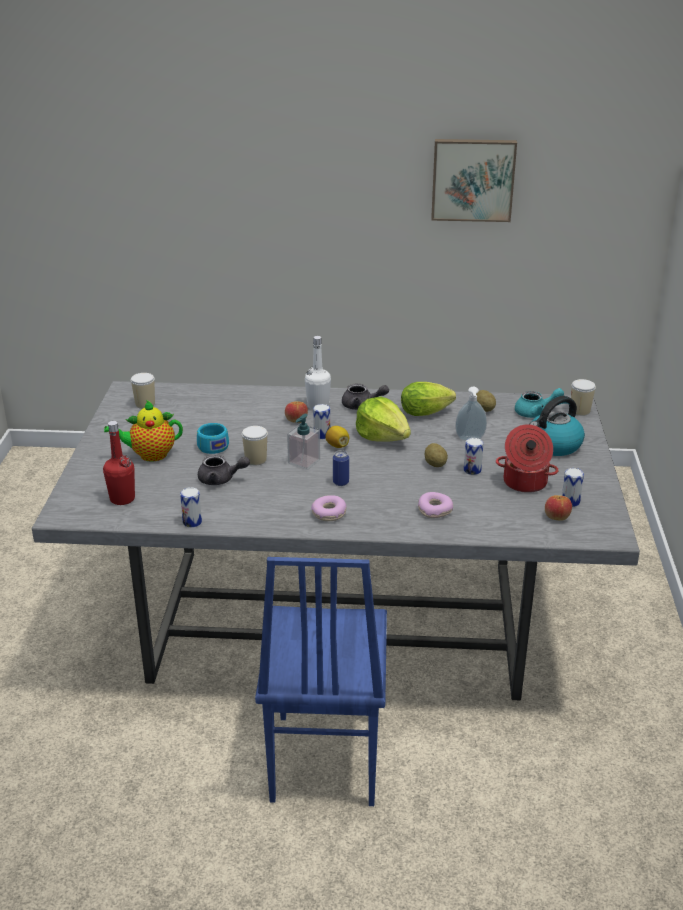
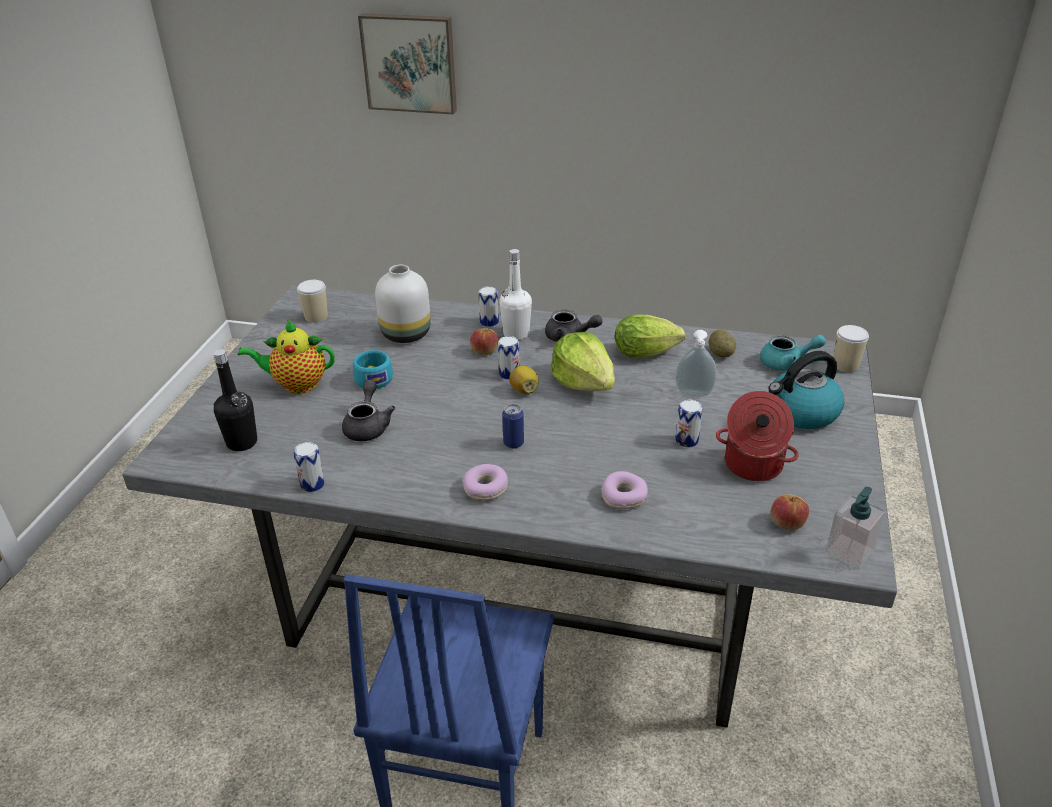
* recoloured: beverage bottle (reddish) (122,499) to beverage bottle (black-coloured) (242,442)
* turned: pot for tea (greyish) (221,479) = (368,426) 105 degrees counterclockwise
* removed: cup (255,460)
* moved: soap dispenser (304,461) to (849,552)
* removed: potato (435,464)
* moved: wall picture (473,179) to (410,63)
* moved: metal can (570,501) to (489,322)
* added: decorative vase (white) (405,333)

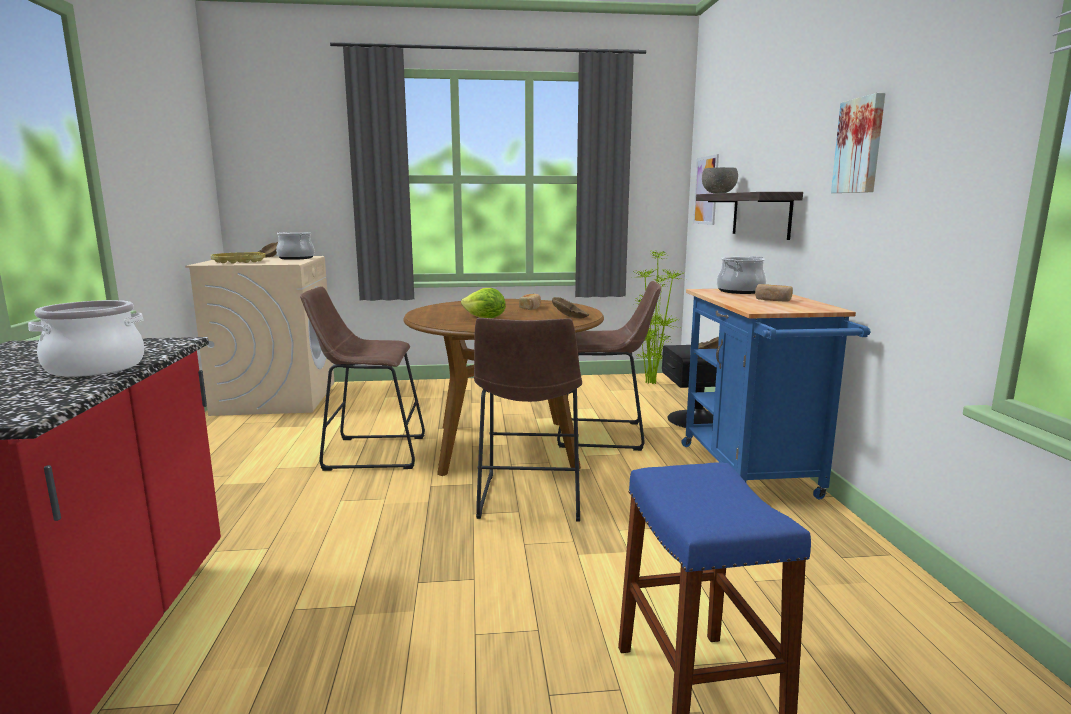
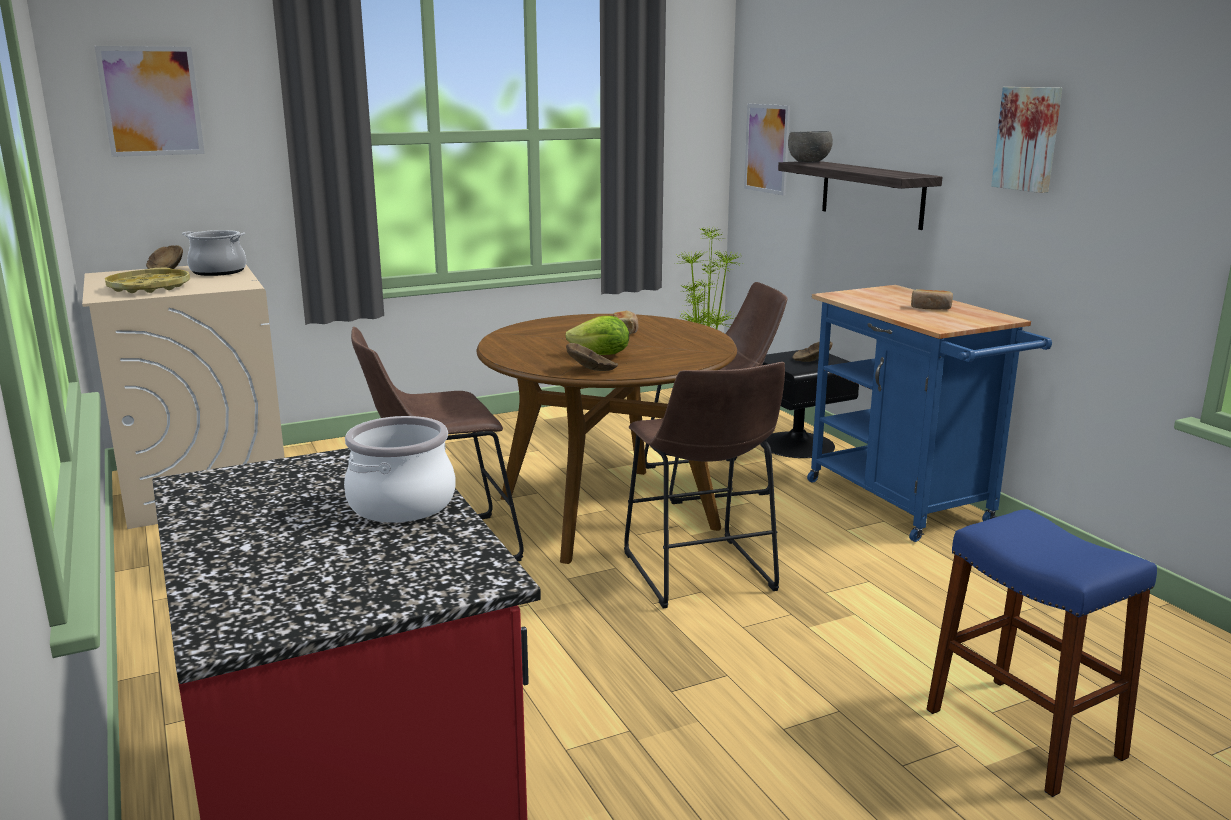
* moved: deep dish (brown-coloured) (571,317) to (593,370)
* removed: saucepot (740,291)
* added: wall picture (151,101)

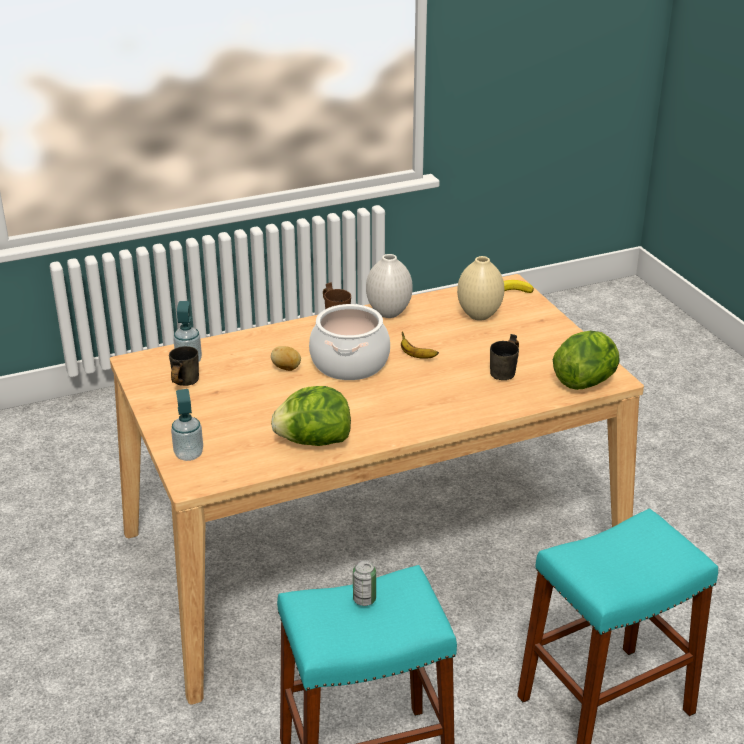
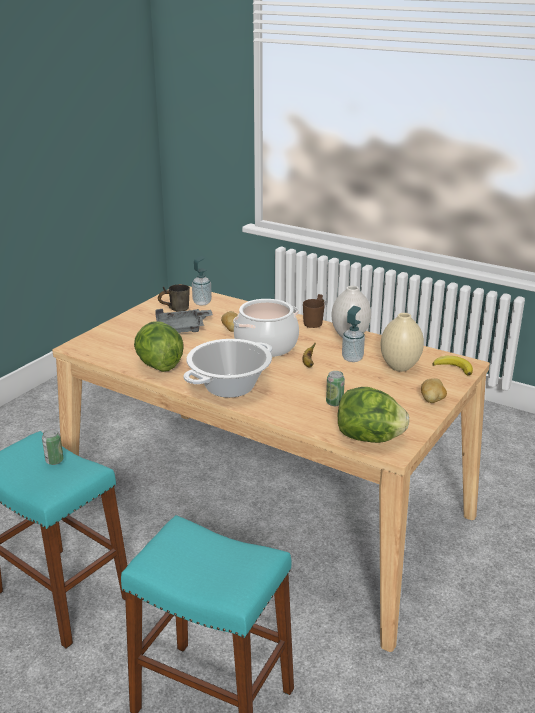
* moved: soap dispenser (189,454) to (352,358)
* replaced: mug (greyish) (507,373) to metal can (334,403)
* added: serving tray (greyish) (182,329)
* added: saucepot (230,387)
* added: potato (432,400)

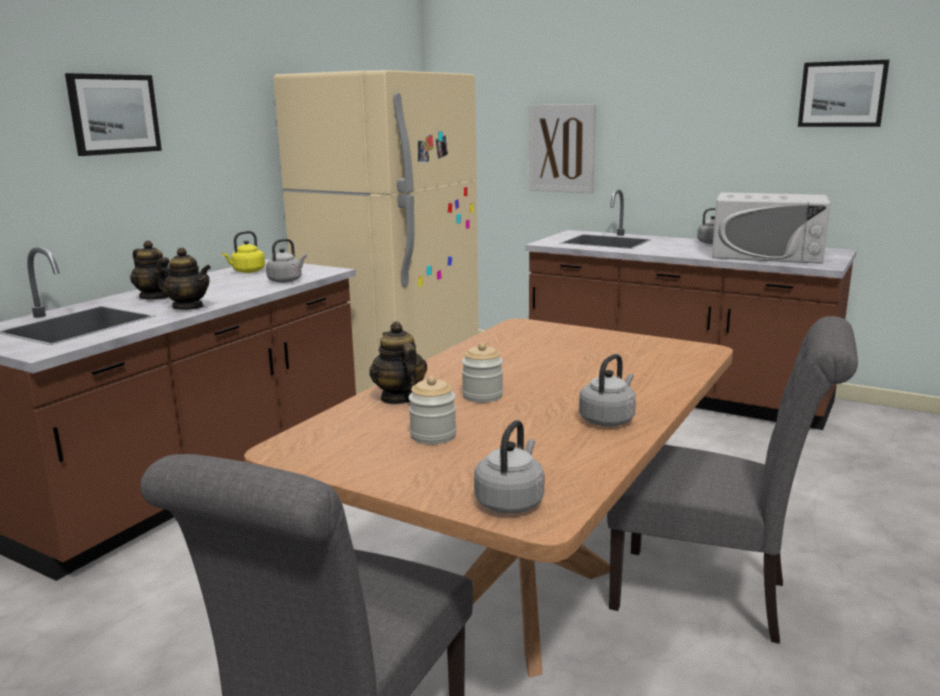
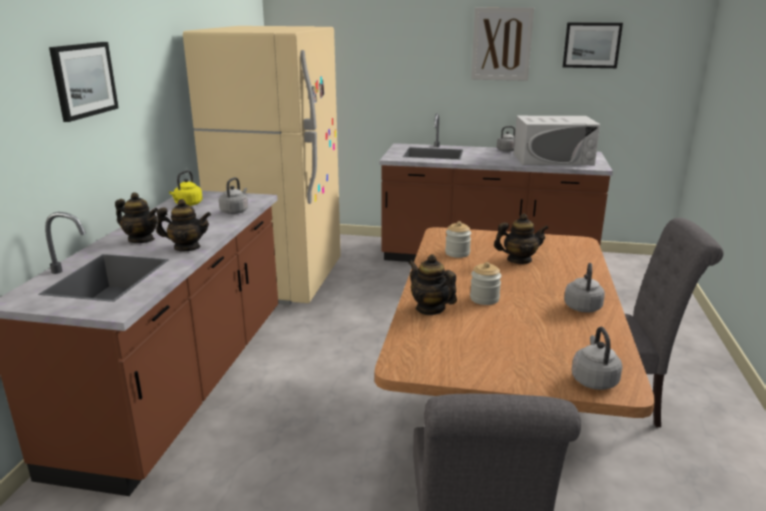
* moved: storage jar (433,435) to (457,253)
* moved: wall picture (561,148) to (501,44)
* added: pot for tea (519,260)

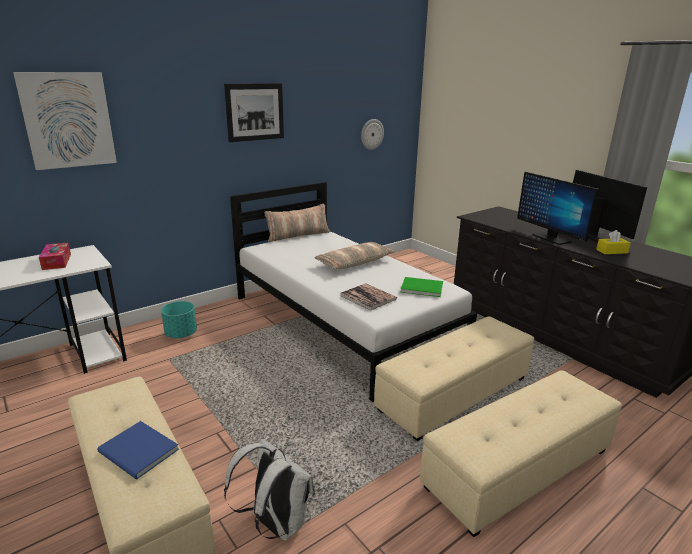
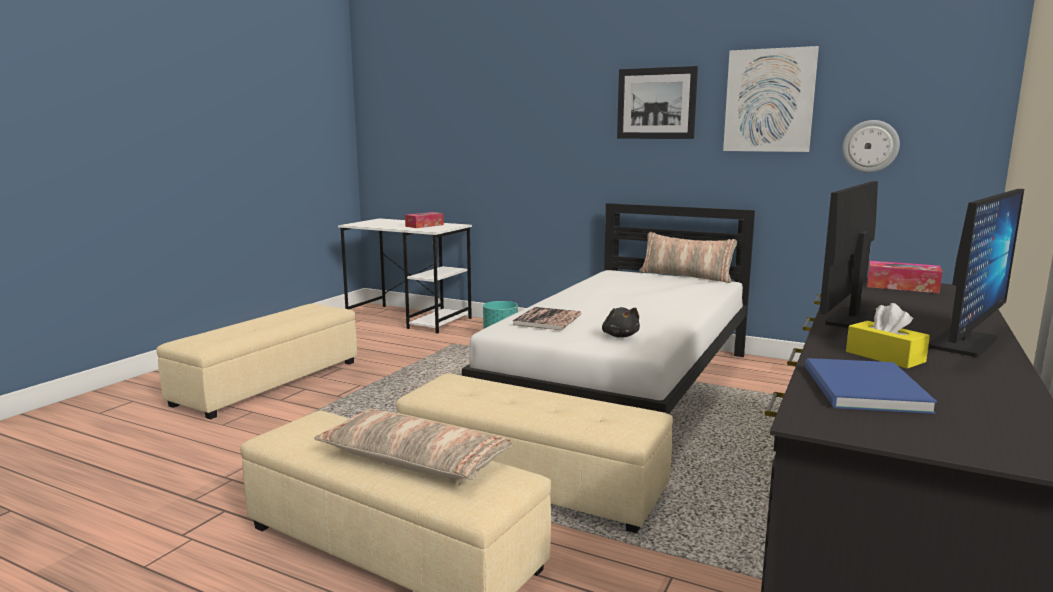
* moved: wall picture (68,120) to (769,100)
* moved: volume (blue) (138,452) to (861,390)
* removed: rucksack (white) (275,524)
* moved: cushion (354,263) to (414,460)
* replaced: volume (green-coloured) (420,287) to soft toy (black-coloured) (620,336)
* added: tissue holder (902,286)

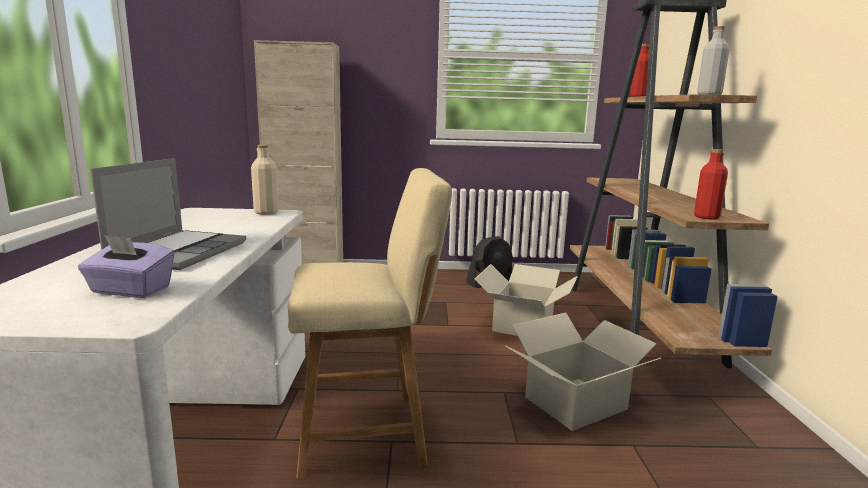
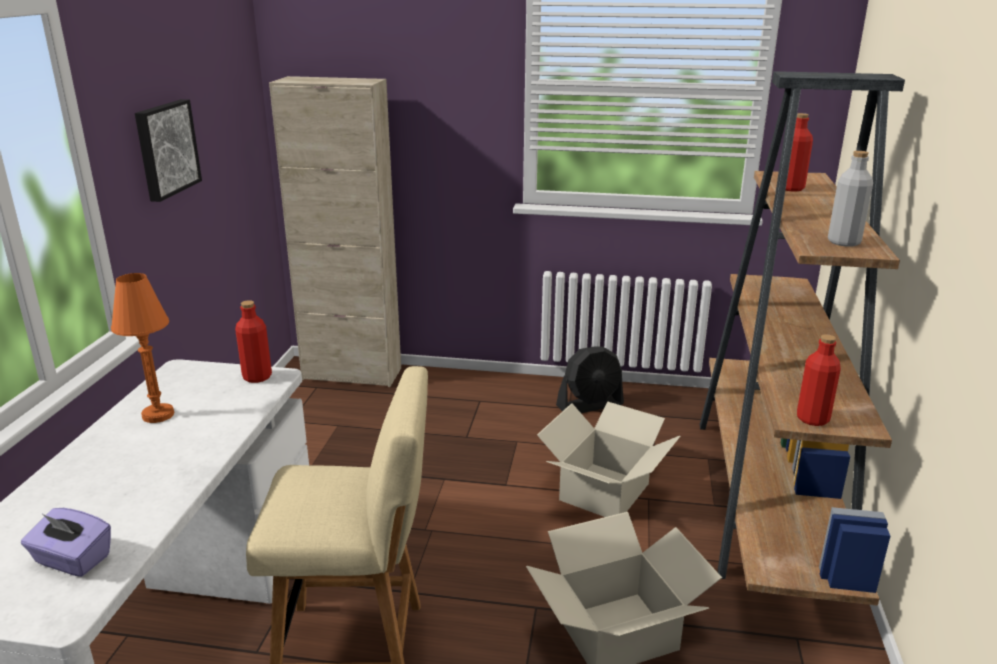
* removed: portable computer (179,251)
* recoloured: beverage bottle (beige-coloured) (266,212) to beverage bottle (reddish) (257,377)
* added: table lamp (orange) (158,415)
* added: wall picture (165,149)

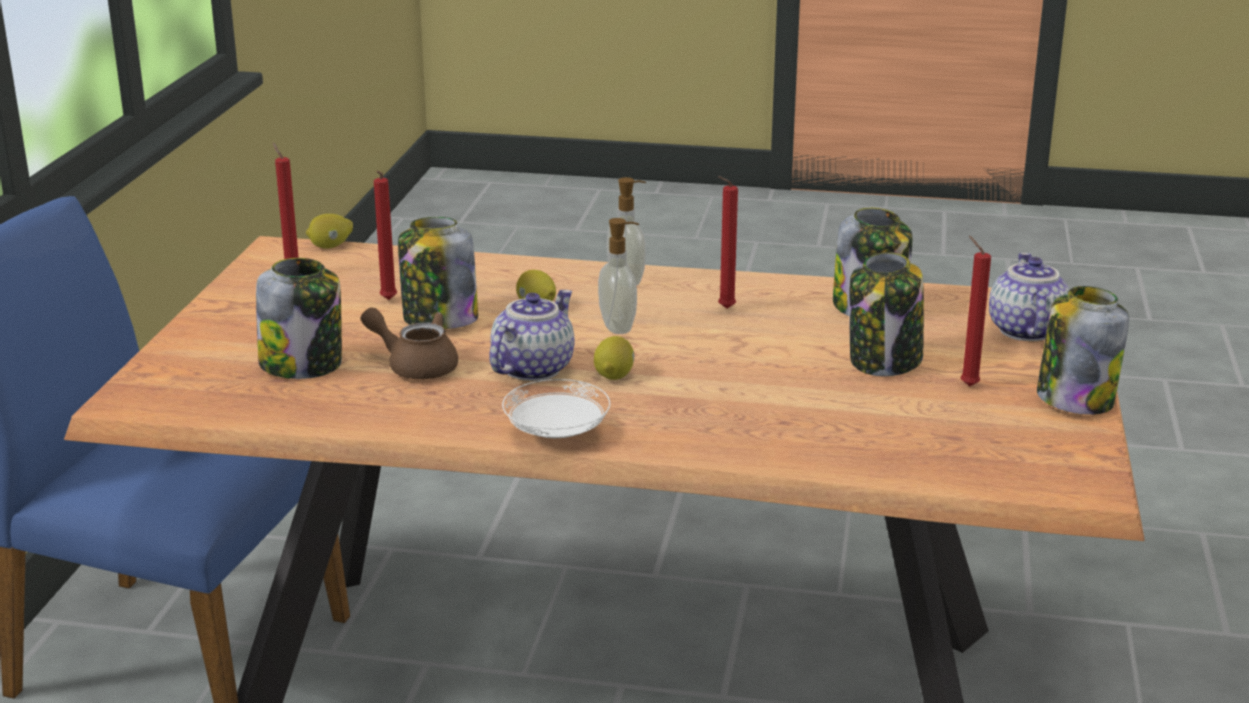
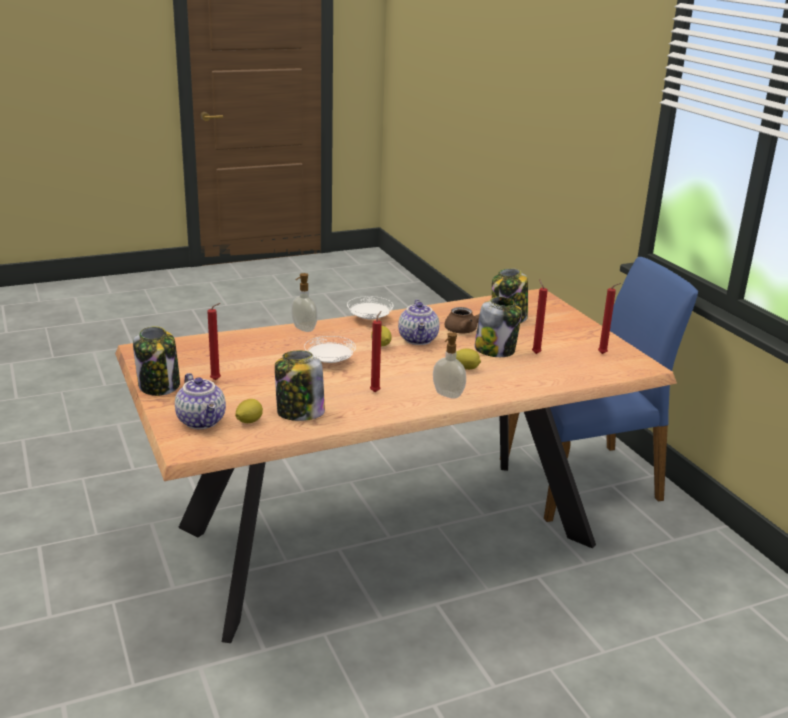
* moved: whole lemon (330,246) to (249,422)
* moved: soap dispenser (619,327) to (303,329)
* removed: storage jar (885,361)
* added: flat dish (white) (330,362)

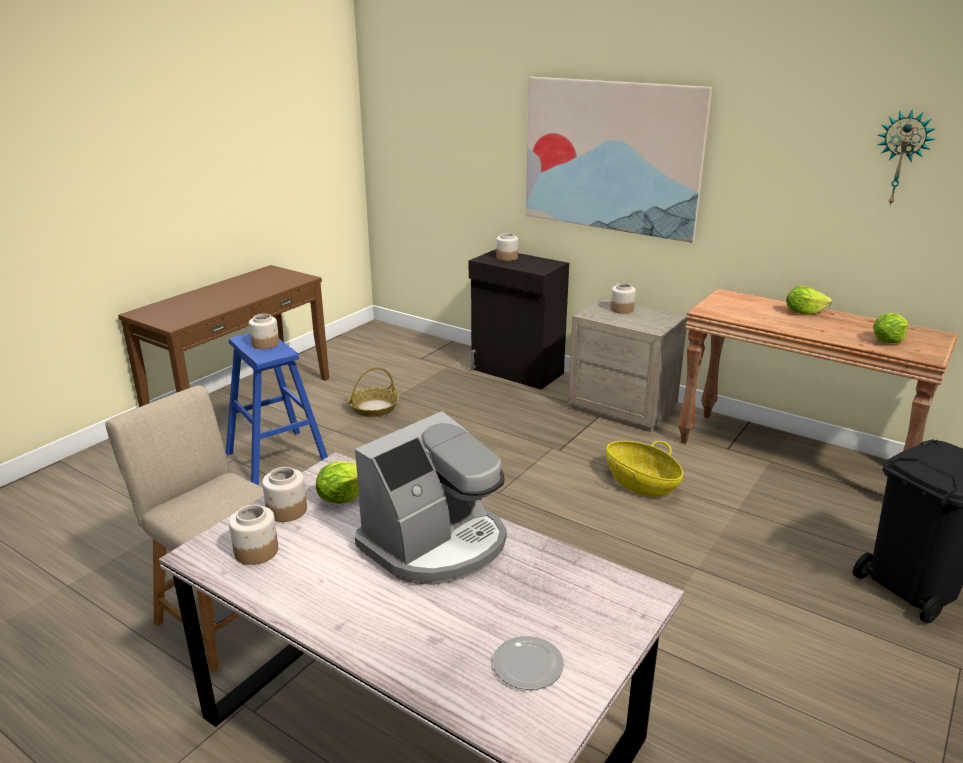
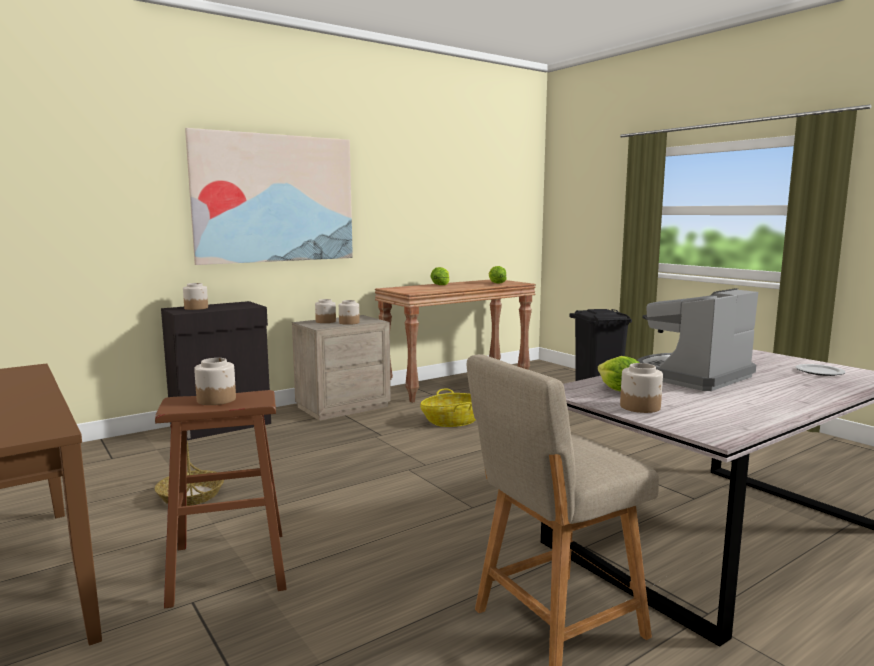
* recoloured: stool (blue) (277,457) to stool (brown-coloured) (229,567)
* moved: storage jar (256,551) to (349,323)
* turned: coffee maker (436,543) = (692,376) 105 degrees counterclockwise
* removed: clock on the wall (901,158)

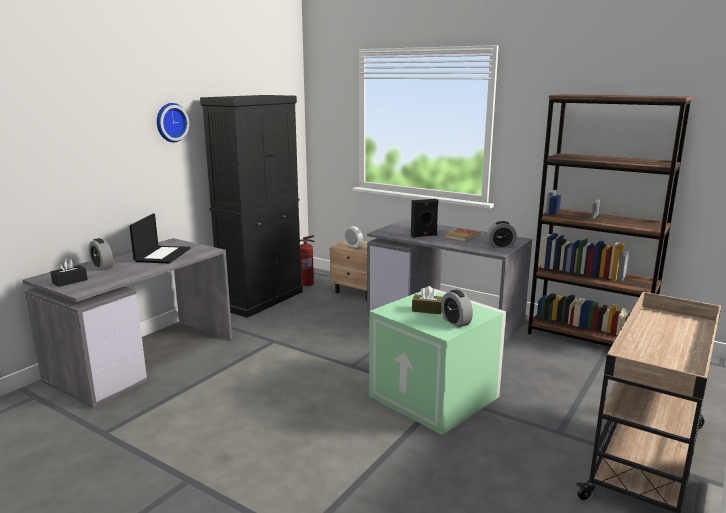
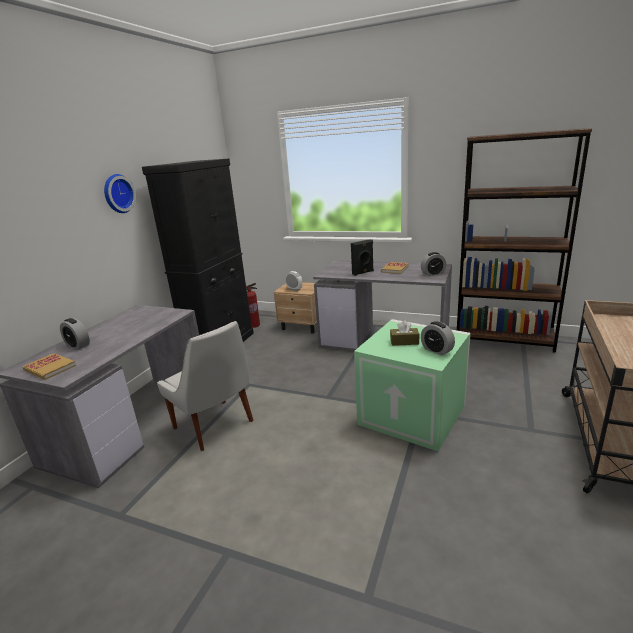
* replaced: tissue holder (black-coloured) (70,281) to volume (50,368)
* removed: portable computer (162,255)
* added: chair (white) (215,426)

